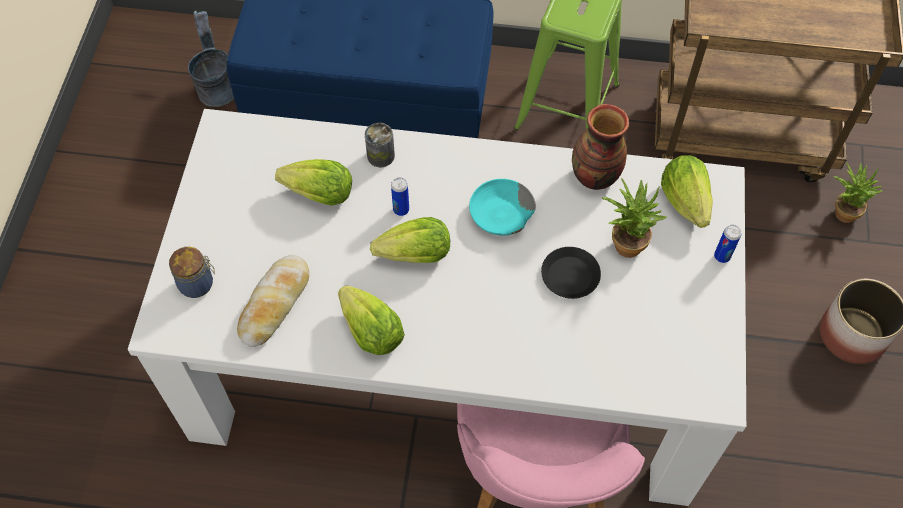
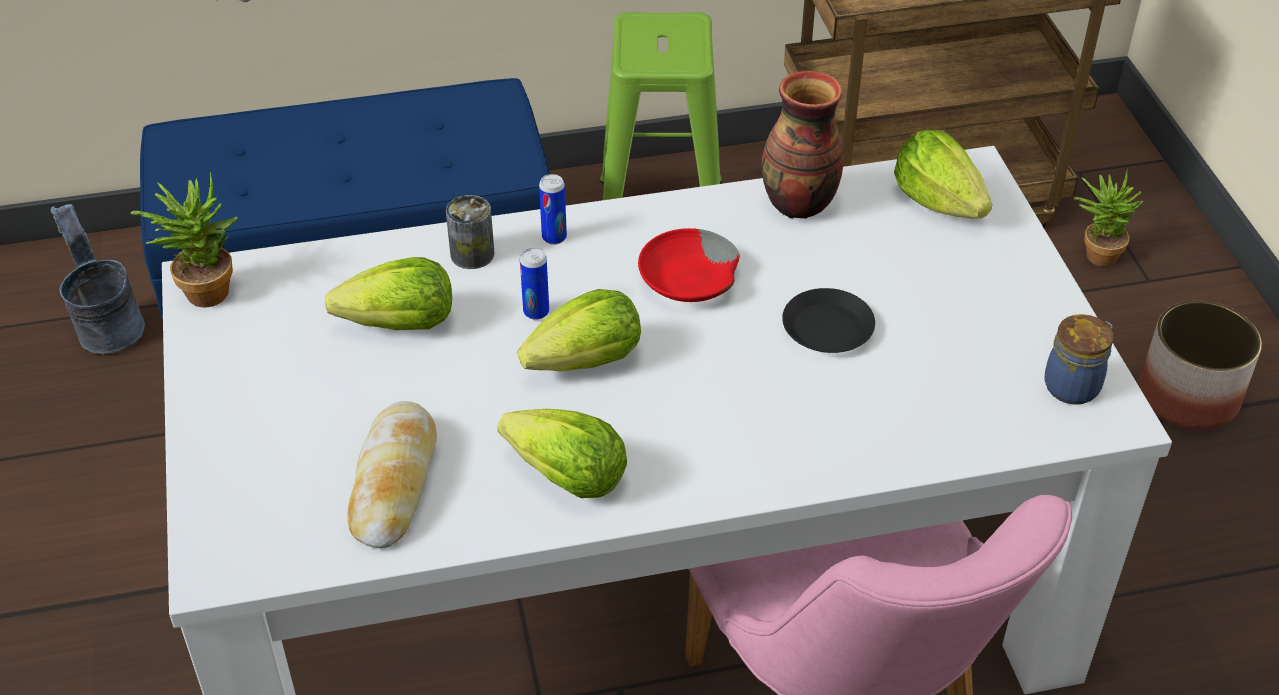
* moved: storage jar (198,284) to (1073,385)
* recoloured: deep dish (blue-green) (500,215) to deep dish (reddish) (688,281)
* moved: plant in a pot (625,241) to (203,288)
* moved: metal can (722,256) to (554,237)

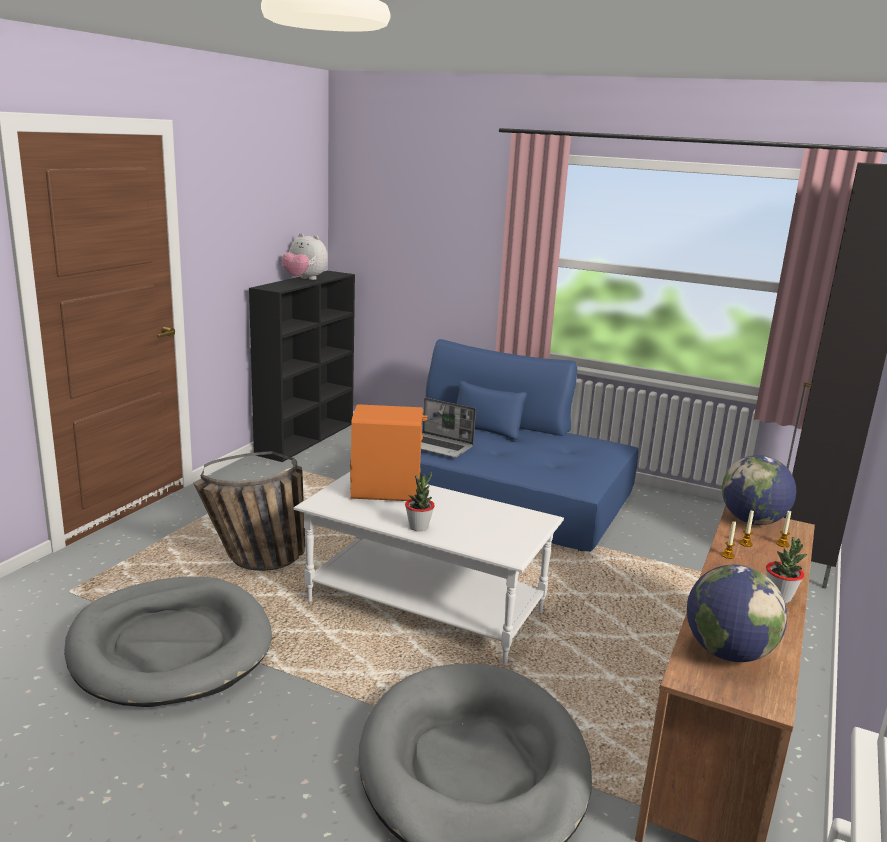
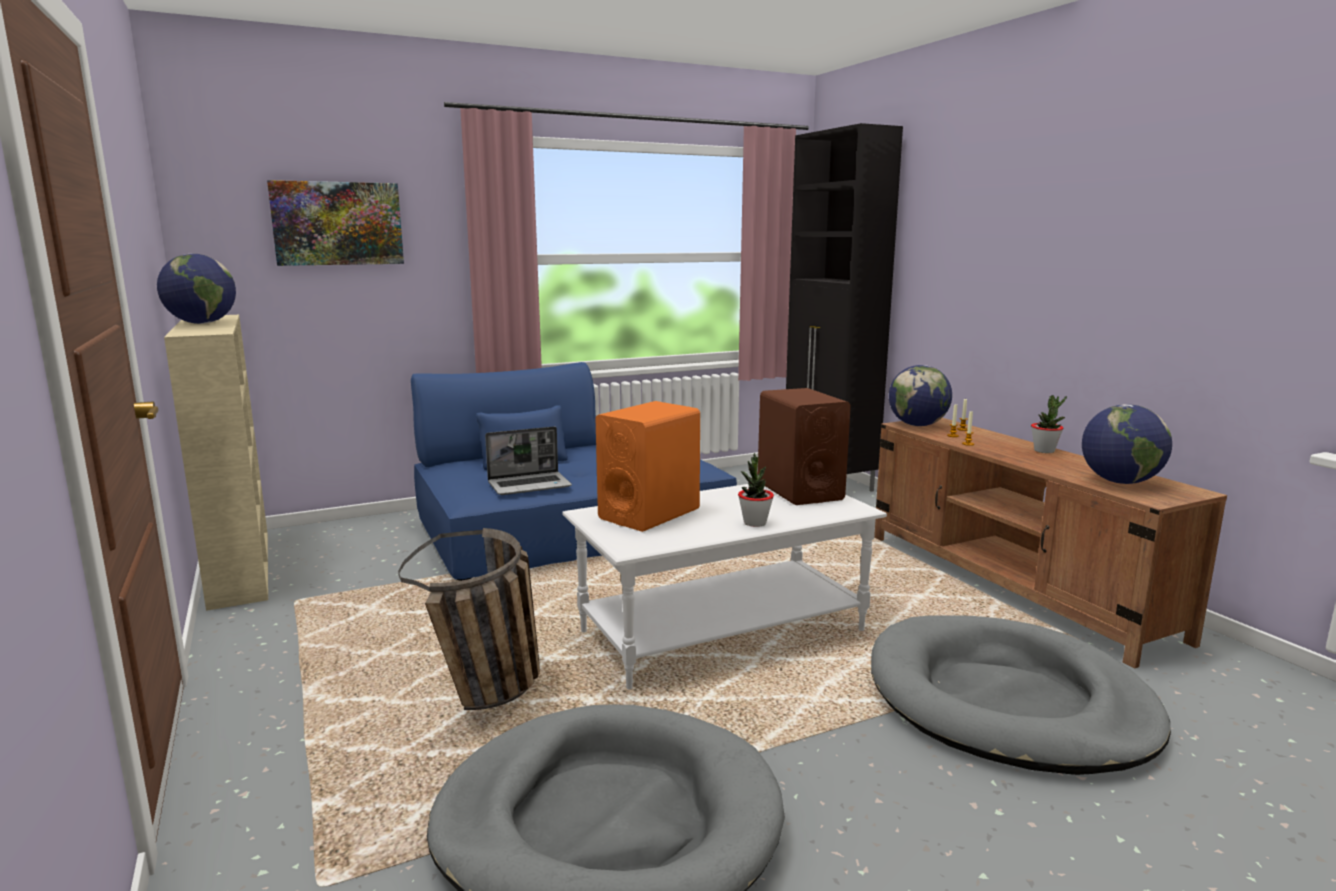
* recoloured: bookshelf (black-coloured) (306,438) to bookshelf (beige-coloured) (239,567)
* replaced: soft toy (304,279) to globe (201,323)
* added: wall picture (337,223)
* added: audio speaker (brown-coloured) (799,491)

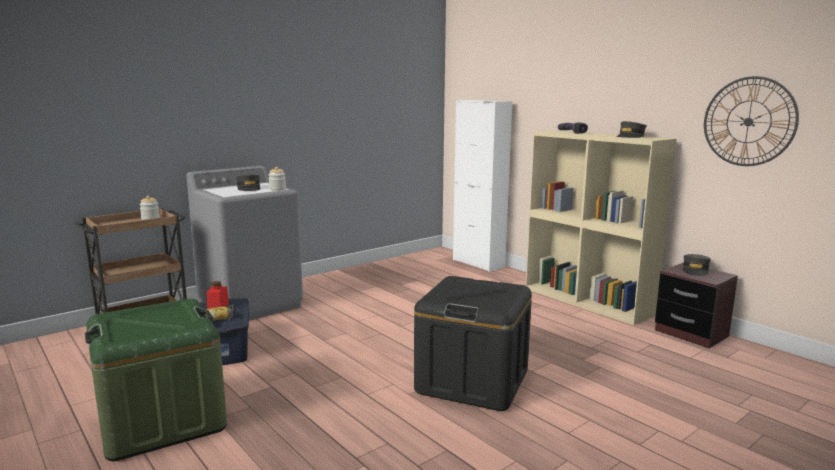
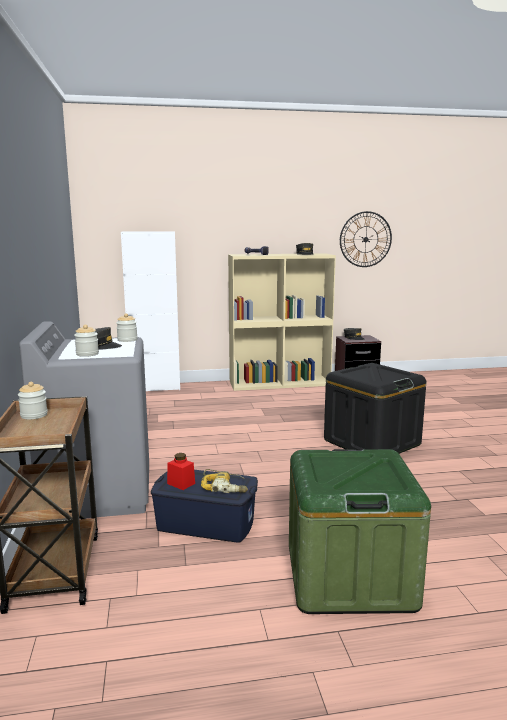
* added: storage jar (87,354)

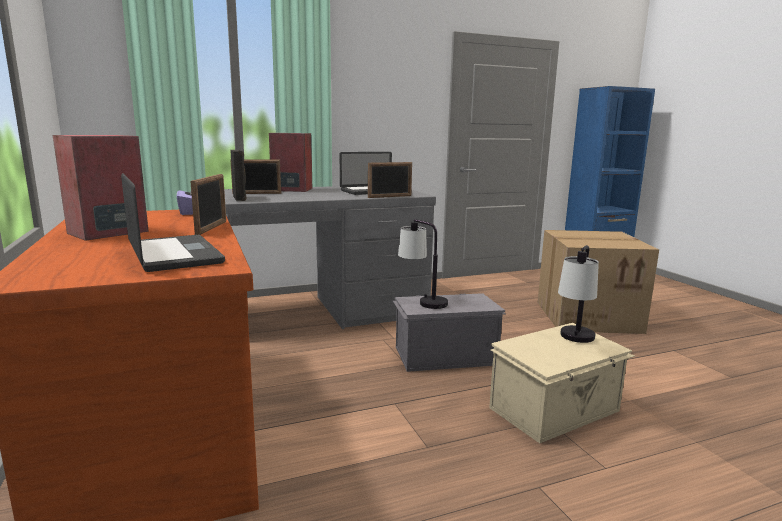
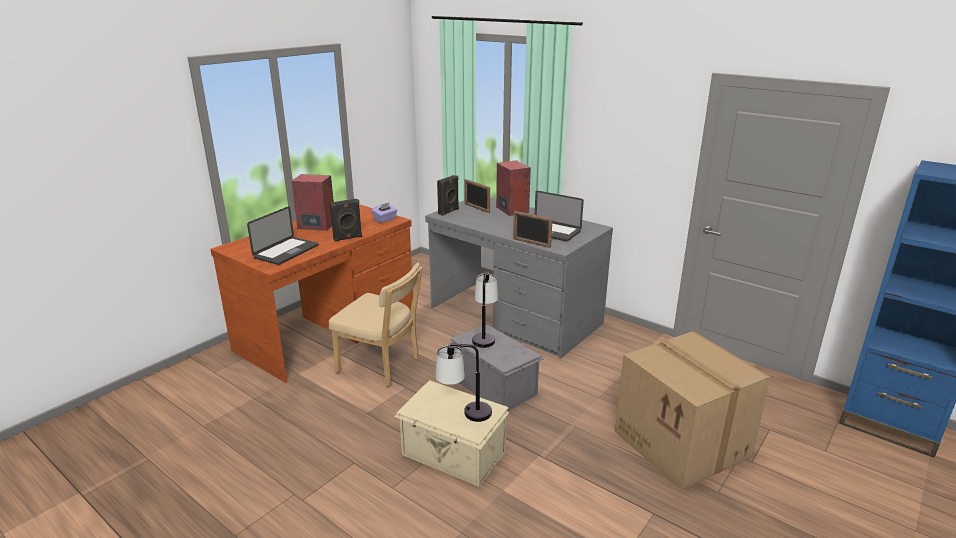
* replaced: picture frame (211,228) to audio speaker (black-coloured) (348,238)
* added: chair (beige-coloured) (381,366)

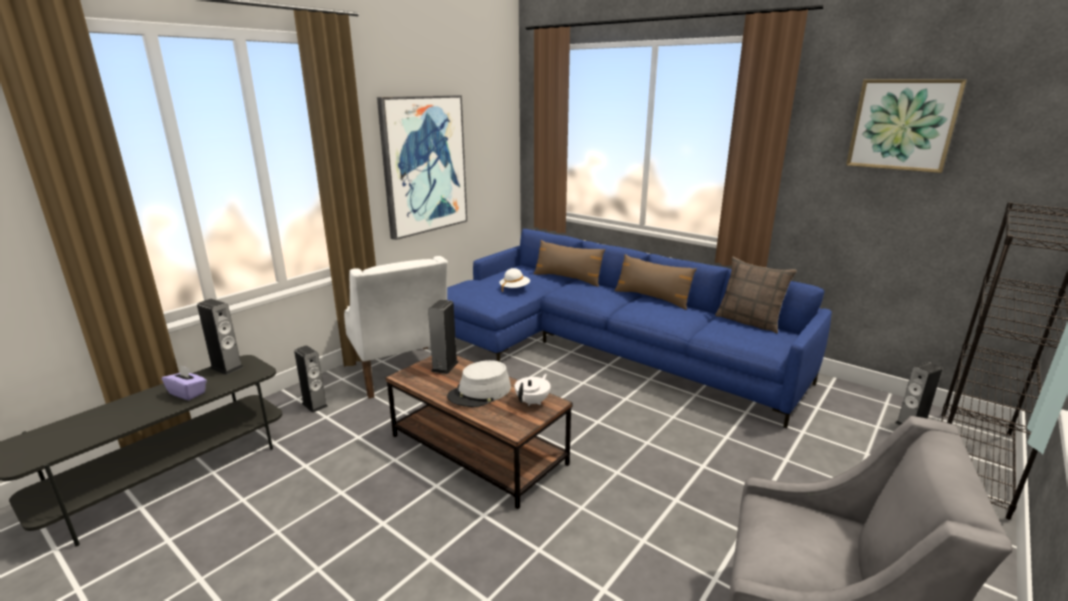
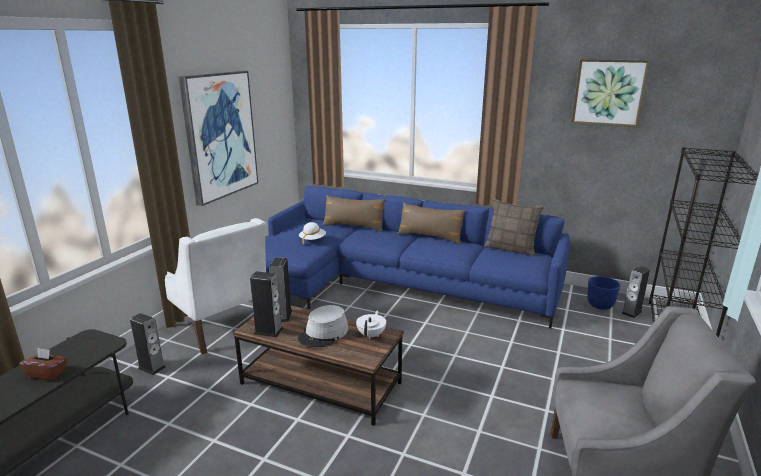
* recoloured: tissue holder (purplish) (188,393) to tissue holder (brown-coloured) (47,374)
* moved: audio speaker (226,367) to (268,331)
* added: planter (blue) (600,306)

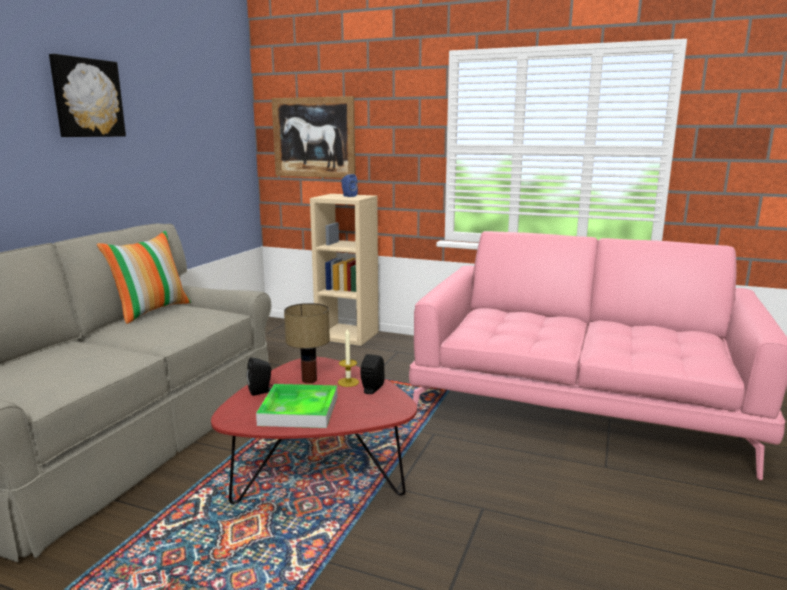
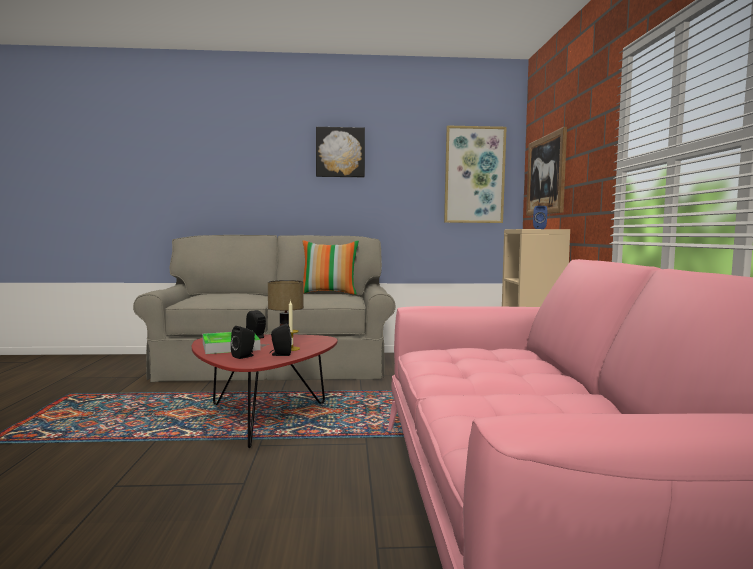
* added: audio speaker (black-coloured) (244,356)
* added: wall picture (474,175)

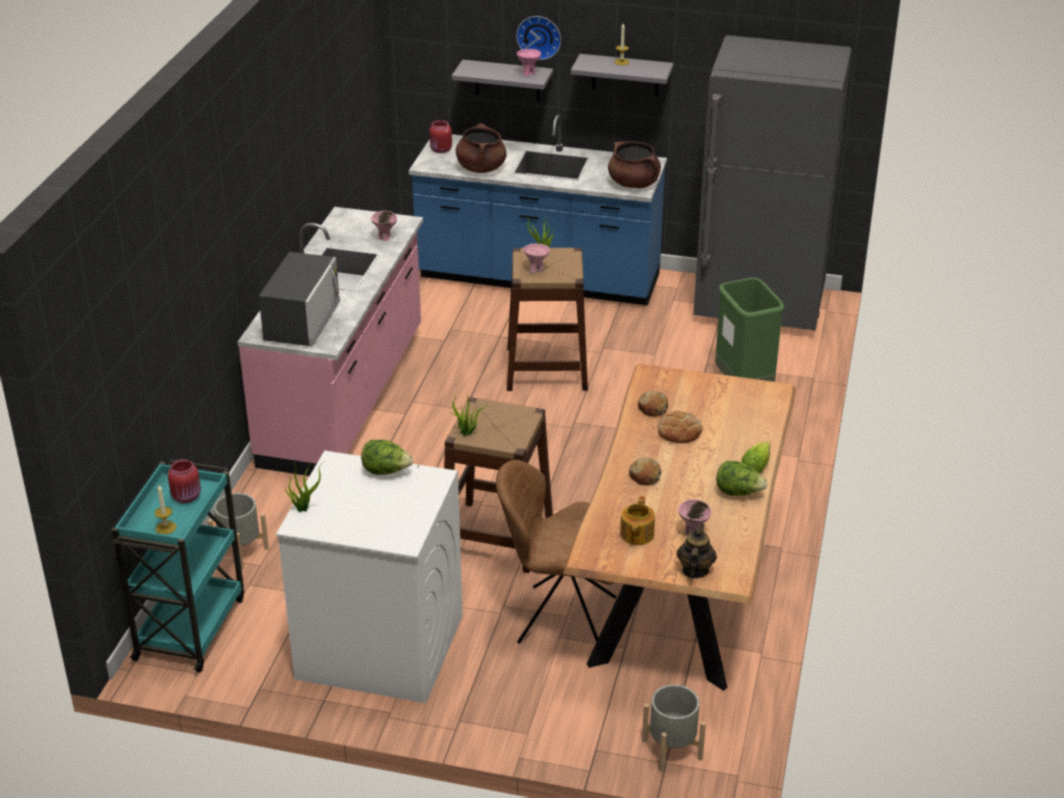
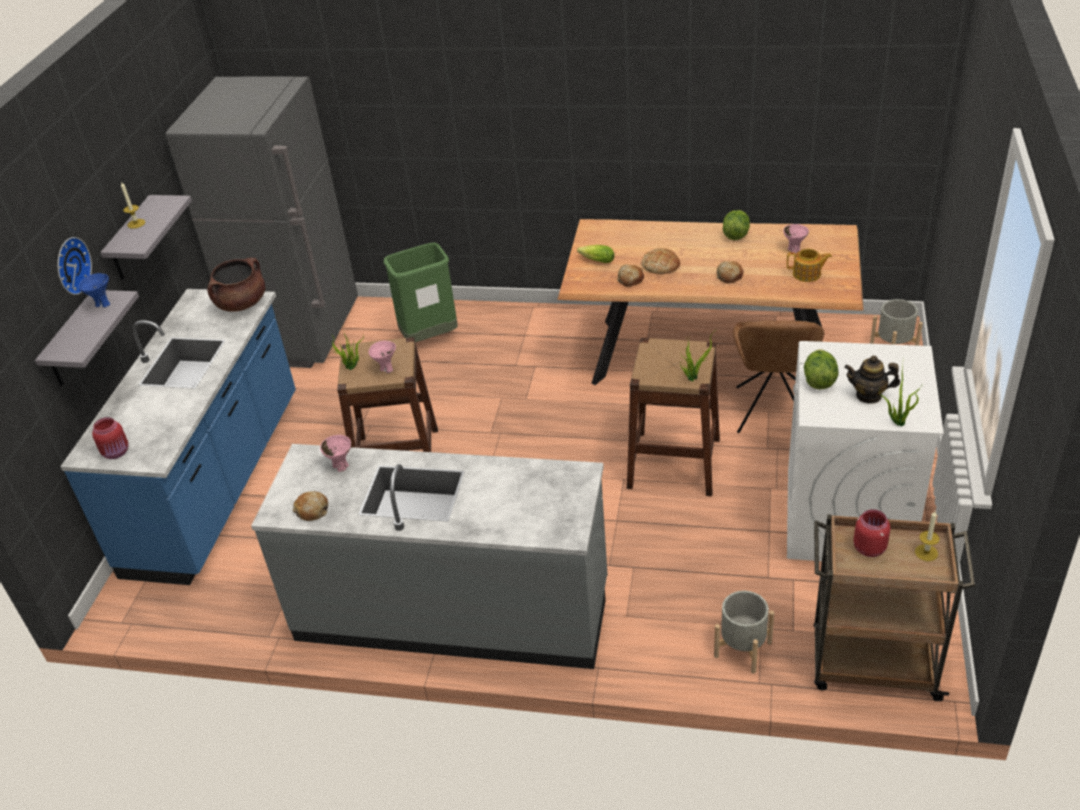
* recoloured: wheeled cart (blue-green) (191,626) to wheeled cart (brown-coloured) (872,664)
* recoloured: kitchen counter (pinkish) (345,398) to kitchen counter (greyish) (453,611)
* removed: kitchen microwave (302,321)
* removed: saucepot (brown-coloured) (481,168)
* recoloured: deep dish (pinkish) (528,74) to deep dish (blue) (102,304)
* moved: pot for tea (695,570) to (869,395)
* moved: lettuce head (757,465) to (595,261)
* added: bakery bread (312,510)

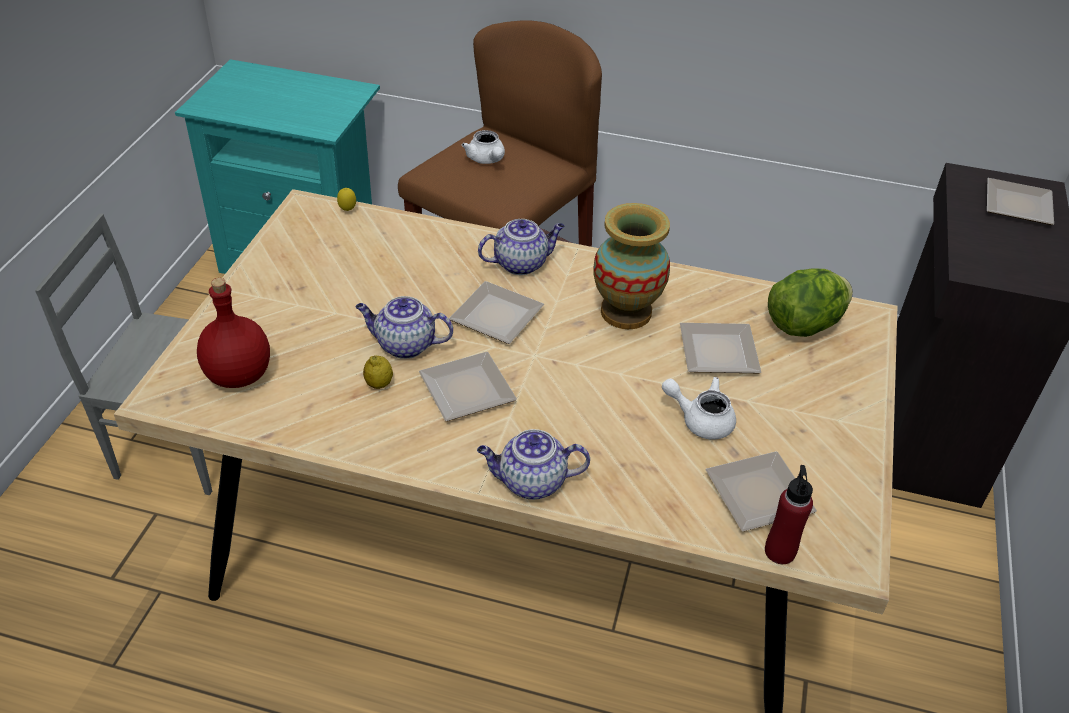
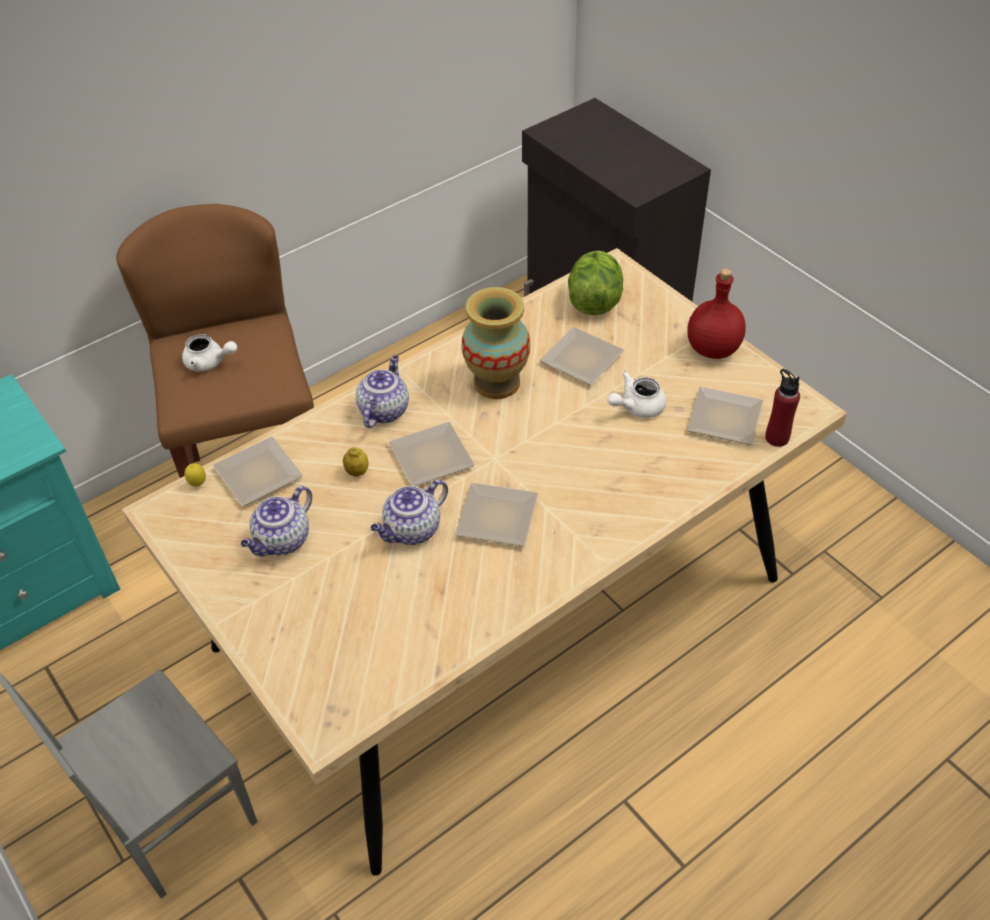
* moved: beverage bottle (reddish) (238,376) to (713,349)
* moved: whole lemon (379,384) to (357,471)
* moved: pot for tea (531,482) to (282,541)
* moved: flat dish (1020,207) to (262,475)

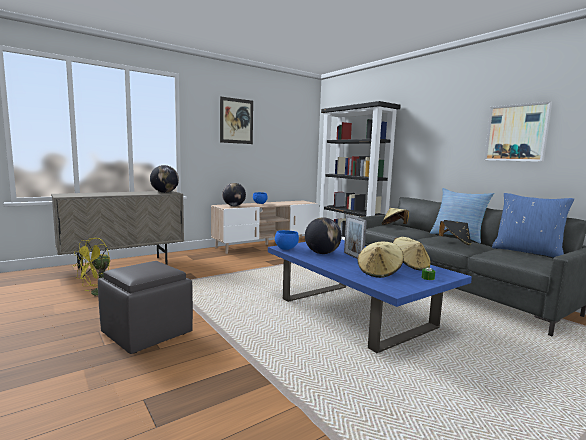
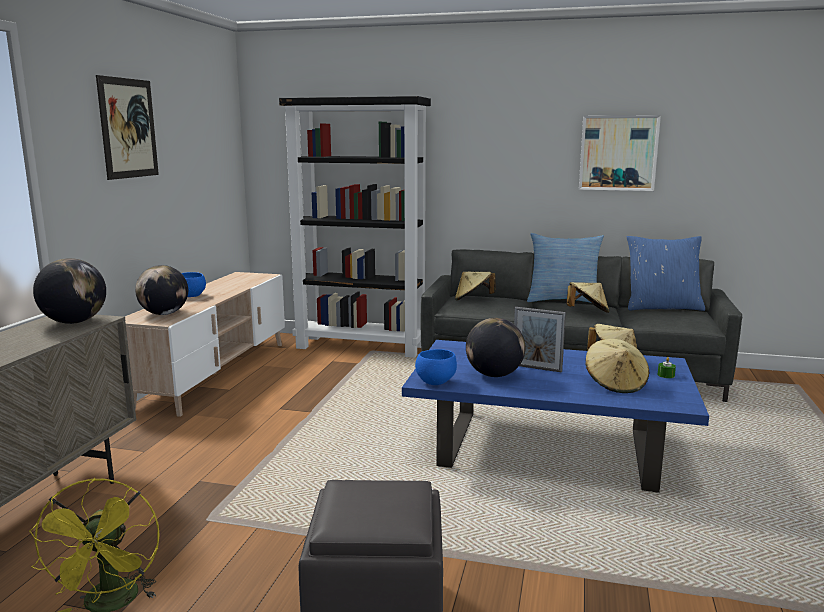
* recoloured: clothing hat (black-coloured) (455,243) to clothing hat (beige-coloured) (587,312)

